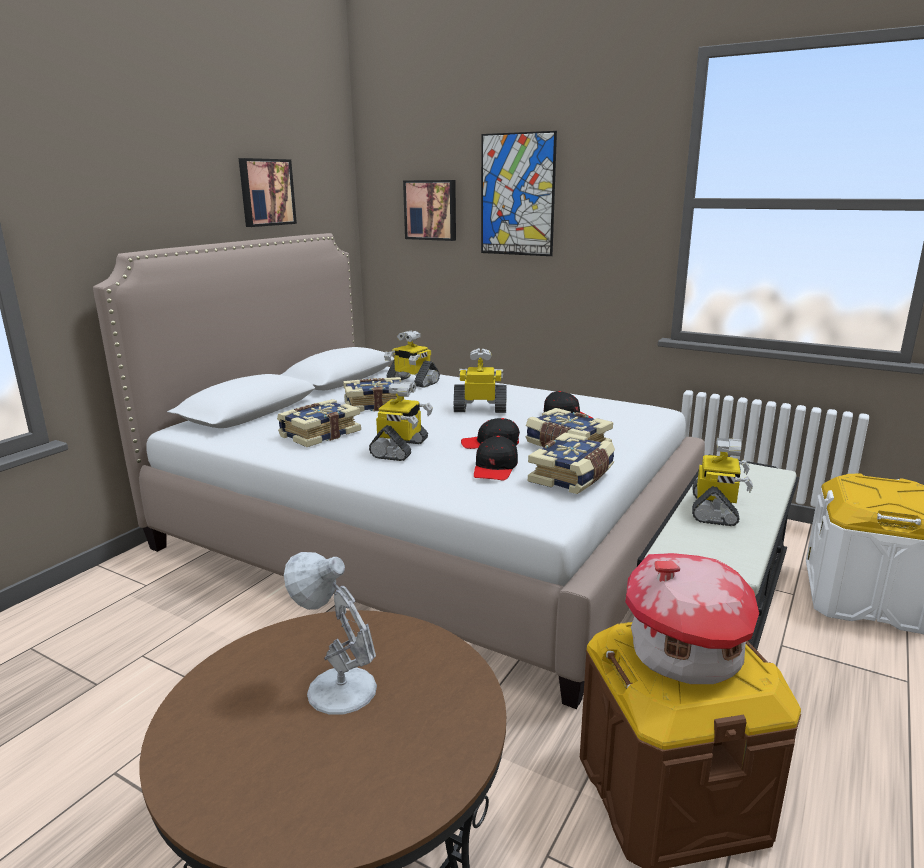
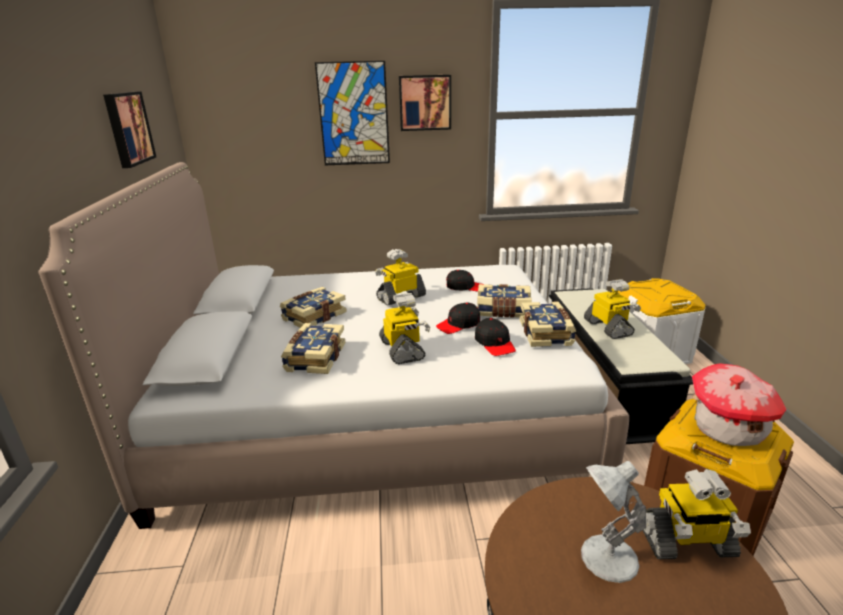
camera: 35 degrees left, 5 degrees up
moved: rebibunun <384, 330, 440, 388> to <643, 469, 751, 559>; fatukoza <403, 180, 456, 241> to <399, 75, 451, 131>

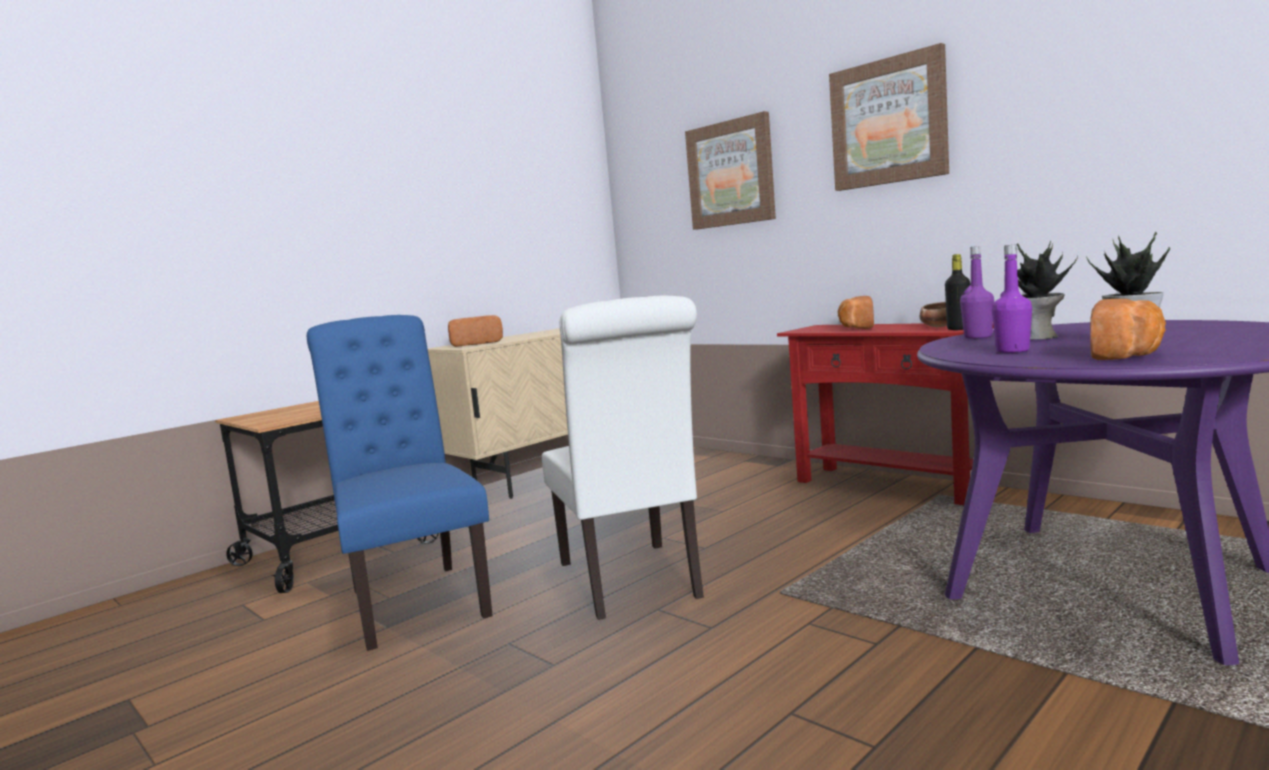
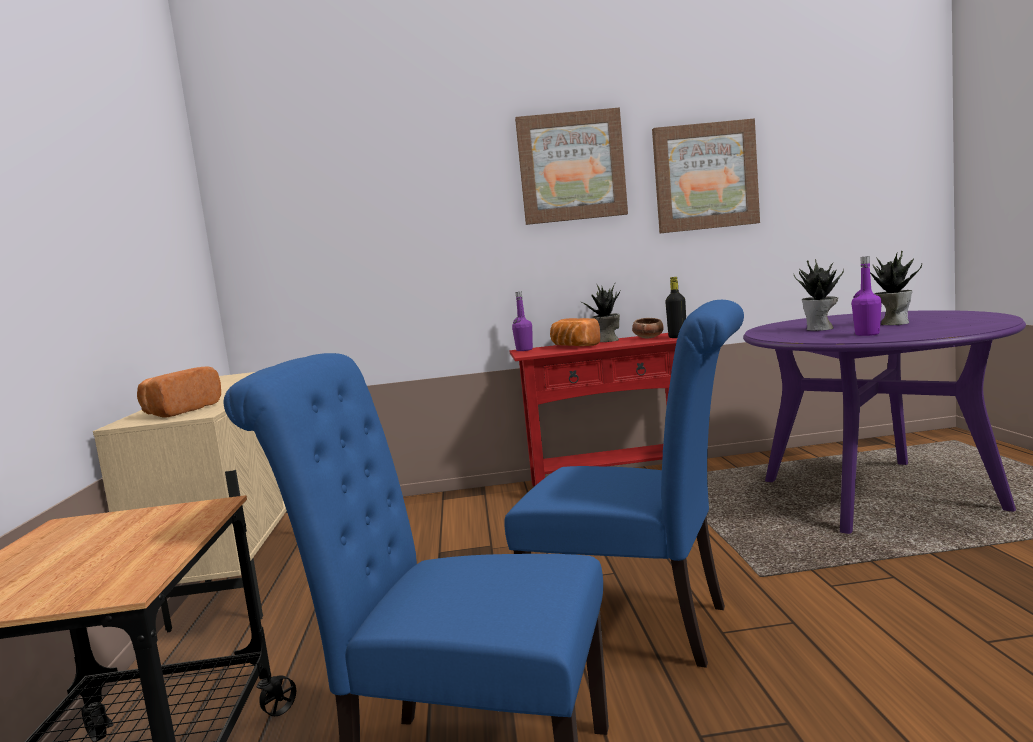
camera: 50 degrees left, 0 degrees up
removed: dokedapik <1090, 299, 1166, 360>
added: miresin <580, 284, 620, 342>
moved: fatukoza <685, 111, 776, 230> to <652, 118, 760, 233>; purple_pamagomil <960, 246, 994, 339> to <512, 292, 533, 351>
recoloured: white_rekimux <542, 296, 704, 620> to blue_rekimux <504, 300, 744, 668>

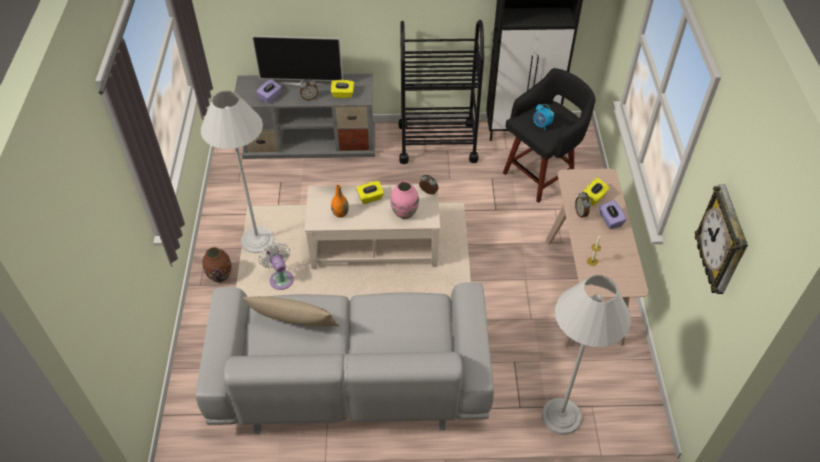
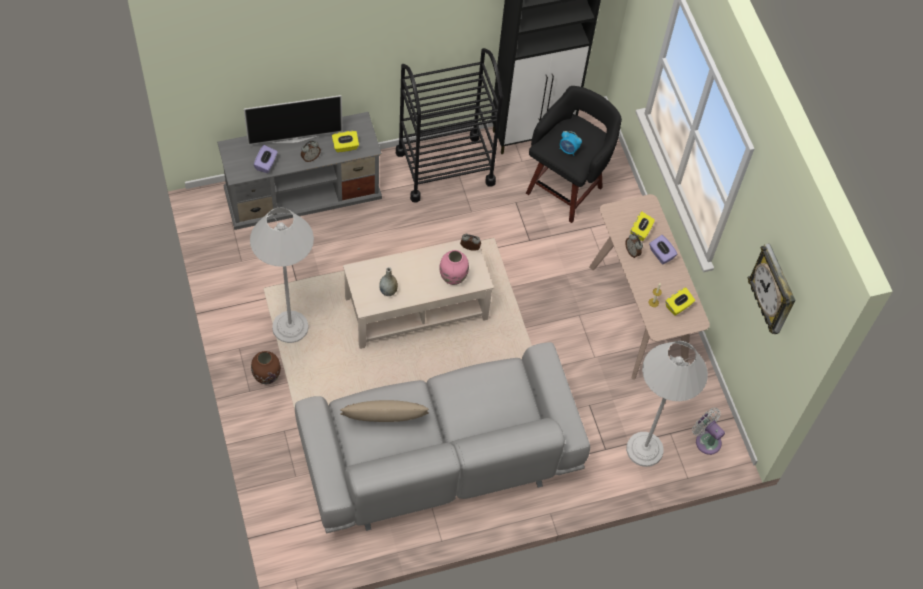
camera: 20 degrees left, 10 degrees up
moved: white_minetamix <258, 242, 294, 290> to <692, 408, 725, 455>; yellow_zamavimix <356, 181, 384, 204> to <666, 287, 695, 316>
recoloured: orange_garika <331, 184, 349, 218> to grey_garika <379, 267, 398, 296>

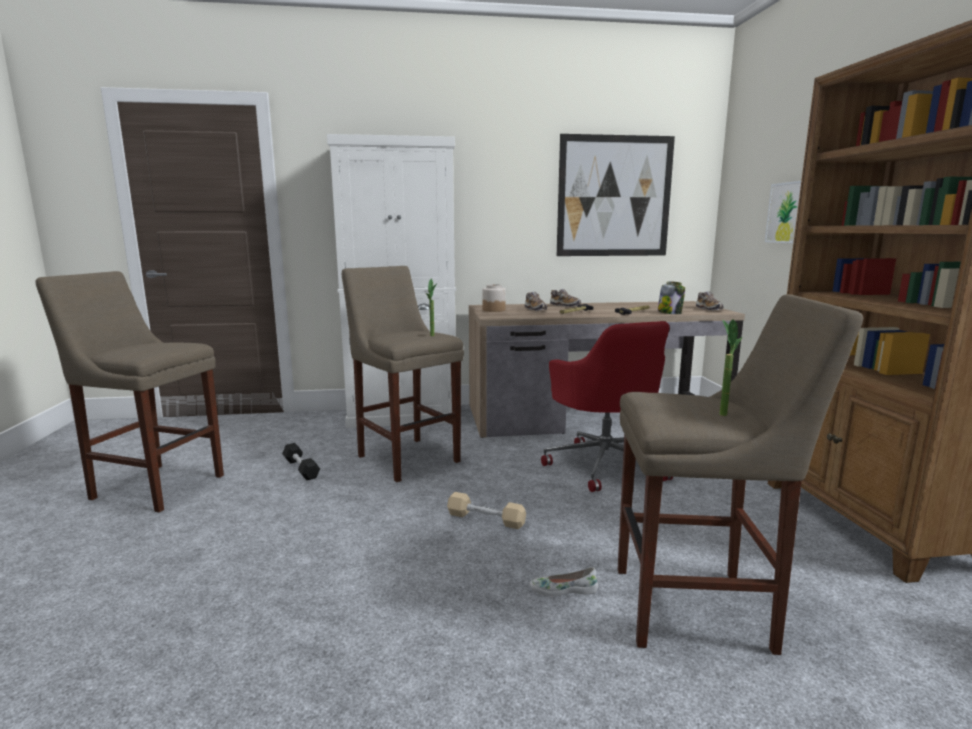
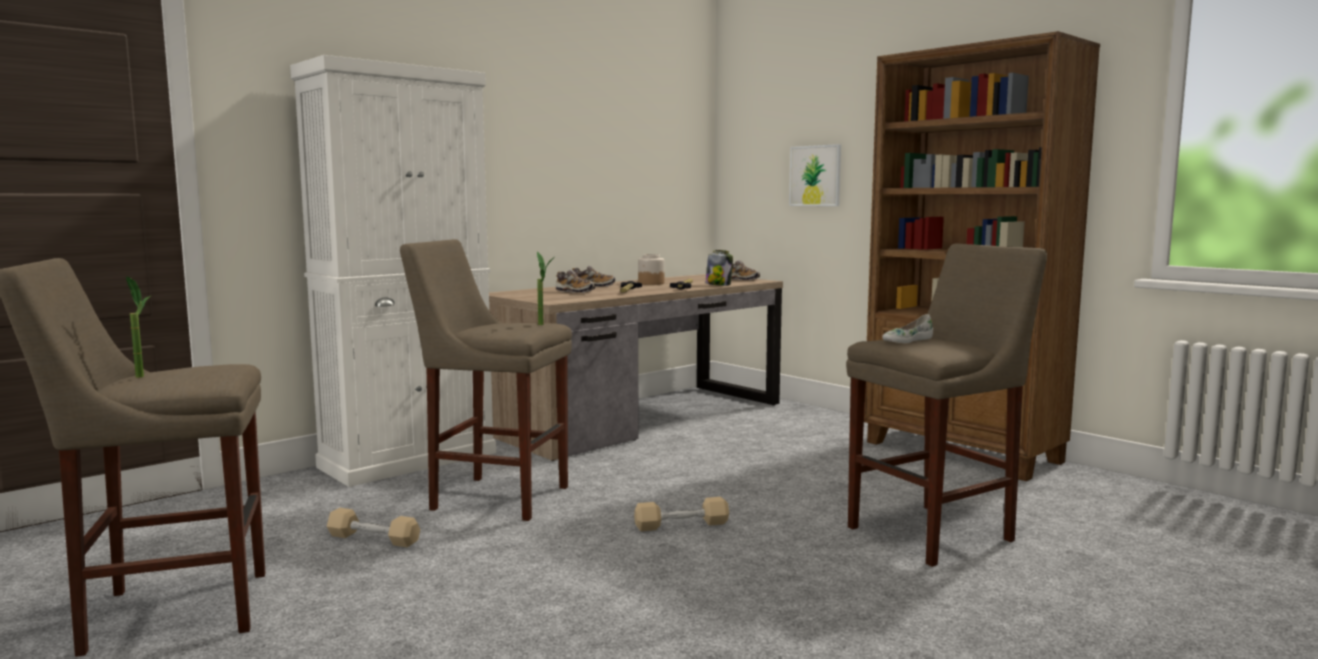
camera: 35 degrees left, 5 degrees down
removed: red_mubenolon <541, 321, 673, 492>; fatukoza <557, 134, 675, 256>
moved: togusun <482, 284, 506, 312> to <638, 254, 665, 285>; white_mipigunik <530, 567, 598, 596> to <882, 314, 933, 343>; miresin <720, 319, 742, 416> to <126, 276, 151, 378>
recoloured: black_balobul <282, 443, 320, 480> to beige_balobul <327, 508, 420, 547>

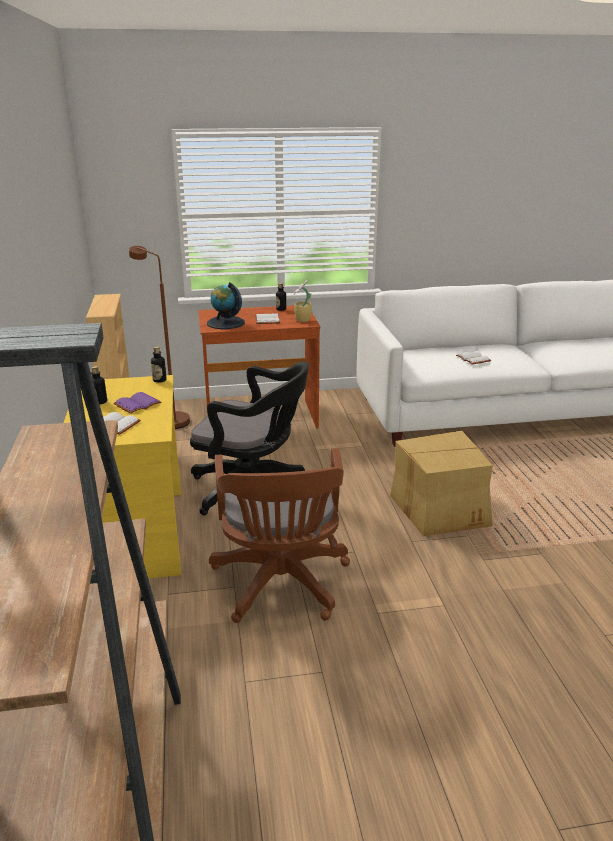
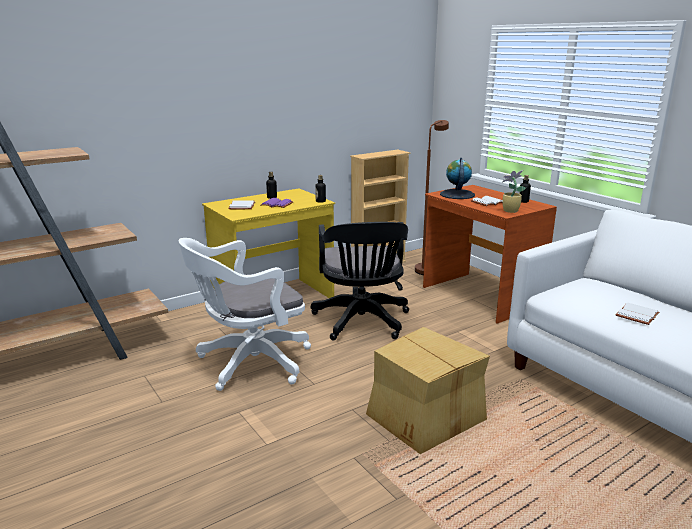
camera: 65 degrees right, 5 degrees down
recoloured: brown_mubenolon <209, 448, 350, 623> to white_mubenolon <178, 238, 311, 391>

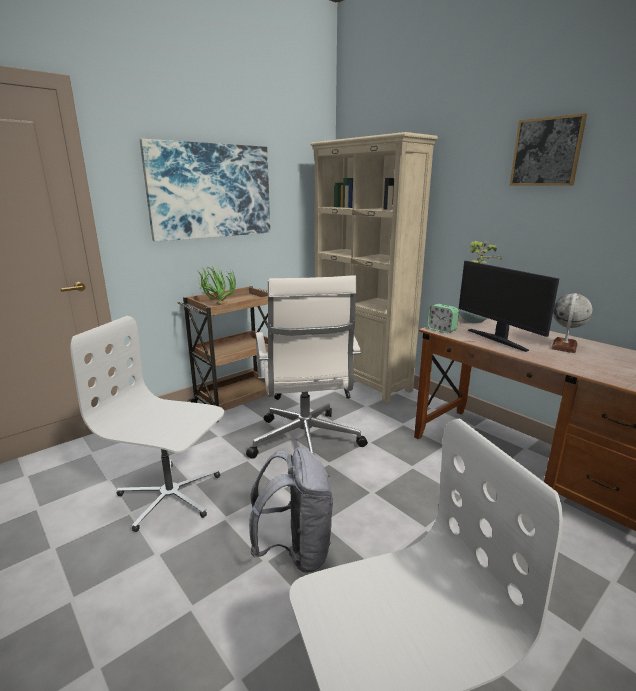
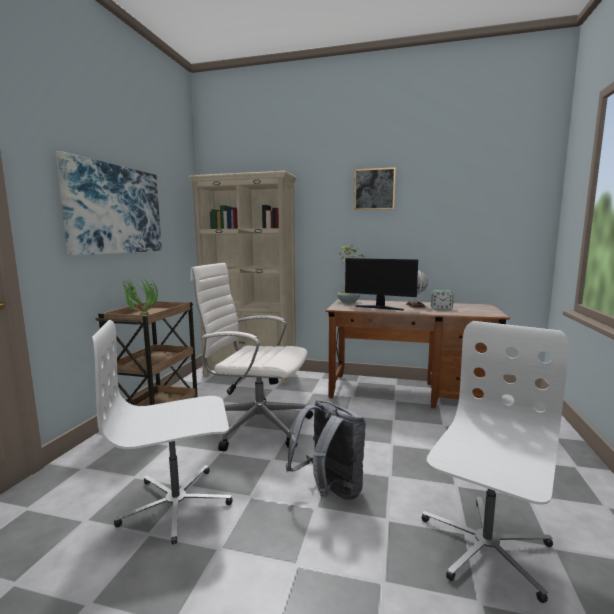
camera: 35 degrees left, 10 degrees down
moved: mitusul <427, 304, 459, 333> to <431, 290, 454, 310>
turned: white_mubenolon <246, 276, 368, 459> = <190, 263, 313, 451> 150 degrees clockwise

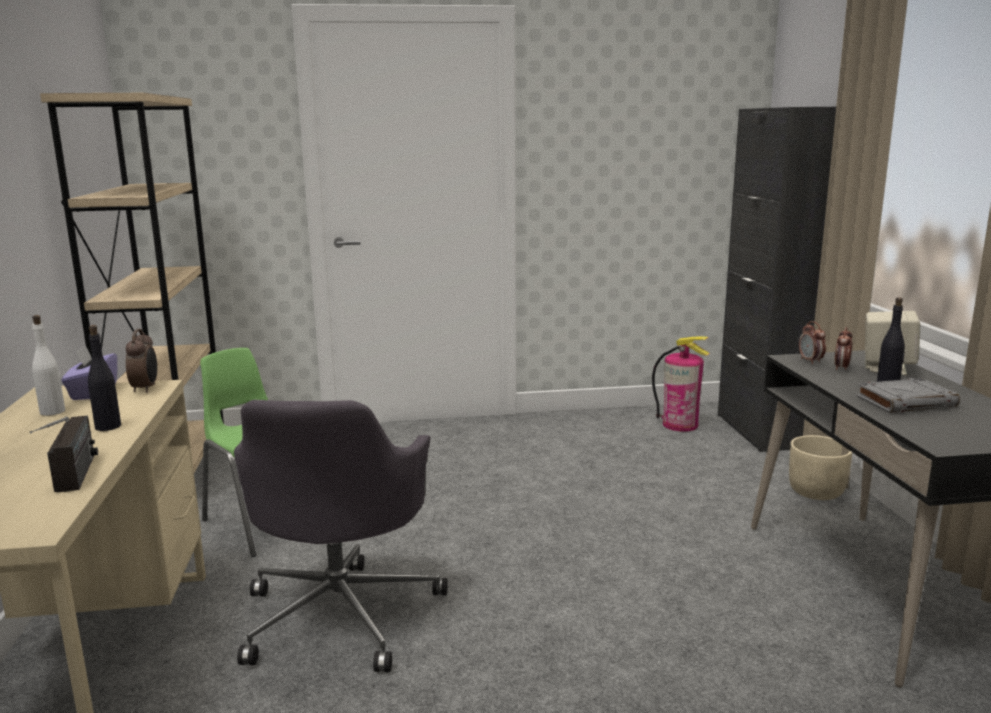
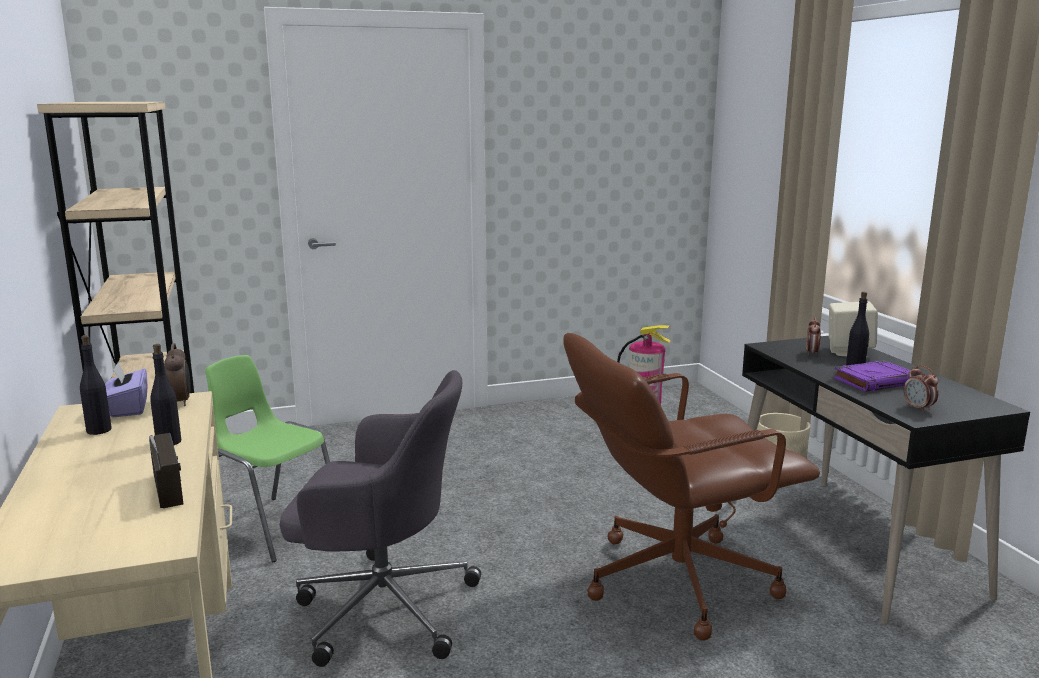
camera: 10 degrees left, 0 degrees up
removed: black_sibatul <718, 107, 836, 452>
added: brown_mubenolon <563, 333, 820, 641>
moved: mitusul <799, 321, 826, 364> to <904, 365, 939, 412>
recoloured: white_pamagomil <32, 315, 65, 416> to black_pamagomil <80, 335, 112, 435>; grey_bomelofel <856, 378, 960, 413> to purple_bomelofel <833, 360, 911, 392>
turned: grey_mubenolon <234, 400, 448, 672> = <280, 370, 481, 667> 75 degrees counterclockwise

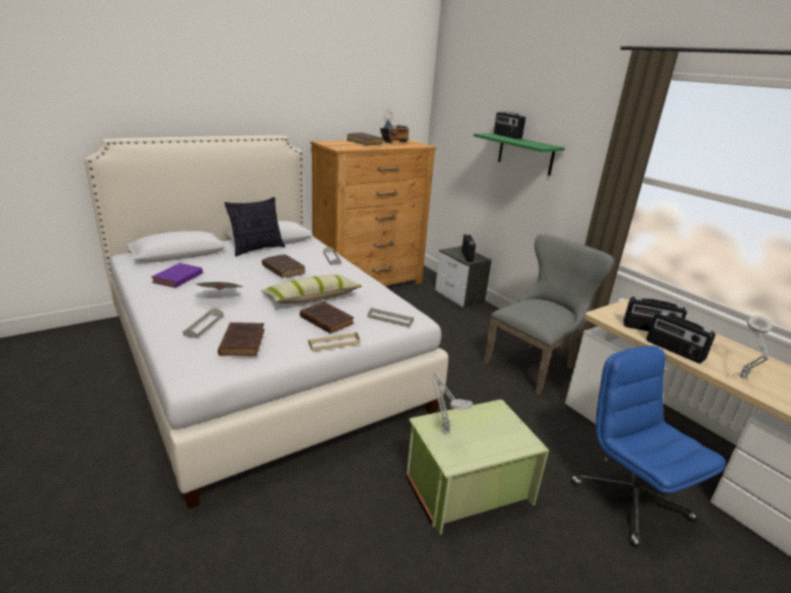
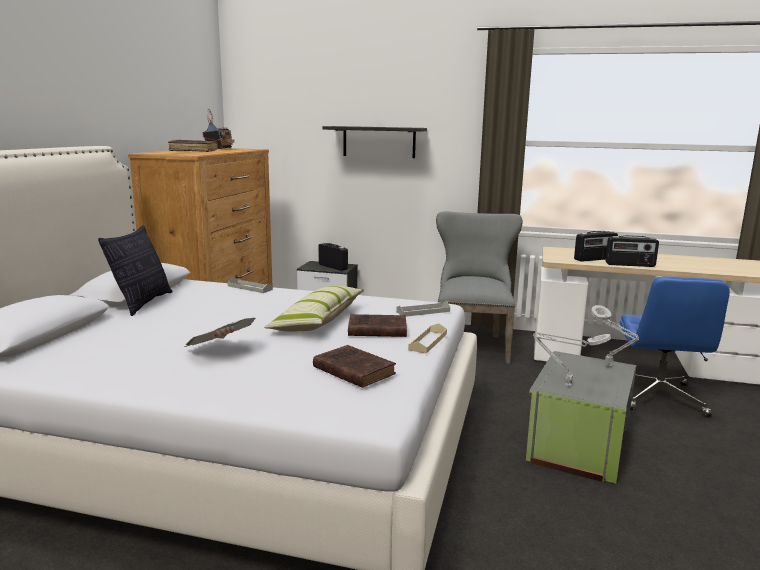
camera: 40 degrees left, 10 degrees down
removed: purple_bomelofel <151, 263, 203, 288>; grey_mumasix <183, 308, 223, 338>; brown_bomelofel <262, 254, 305, 278>; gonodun <494, 112, 526, 139>
moved: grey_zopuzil <740, 316, 772, 379> to <591, 305, 639, 367>
recoloured: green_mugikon <406, 399, 549, 535> to grey_mugikon <526, 351, 637, 484>; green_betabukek <473, 133, 565, 176> to black_betabukek <322, 126, 427, 158>
turned: blue_mubenolon <571, 345, 725, 547> = <620, 276, 730, 417> 105 degrees counterclockwise

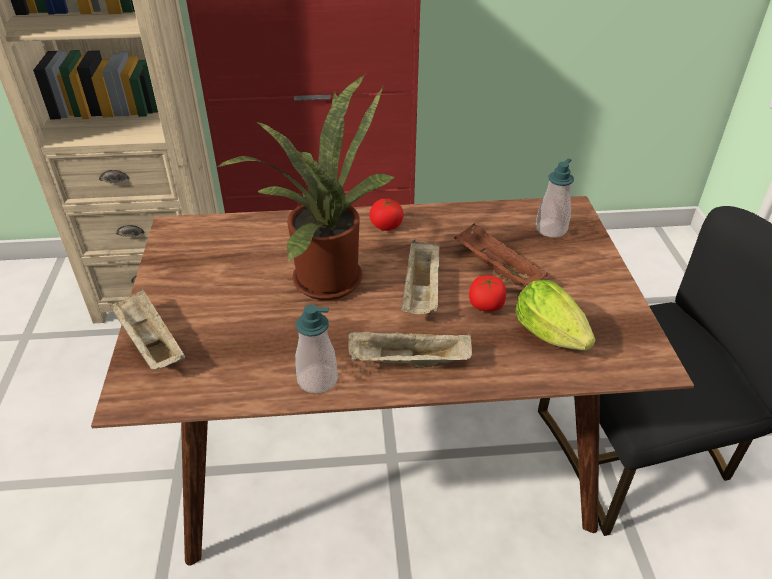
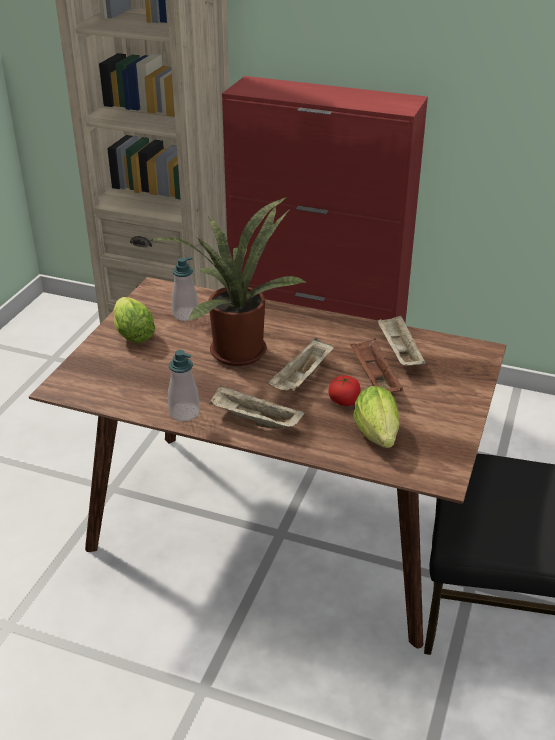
camera: 25 degrees right, 5 degrees down
removed: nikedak <370, 198, 404, 231>
added: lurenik <113, 297, 155, 343>
moved: beige_mumasix <109, 289, 185, 370> to <377, 315, 425, 366>; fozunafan <536, 158, 574, 238> to <172, 257, 199, 321>

